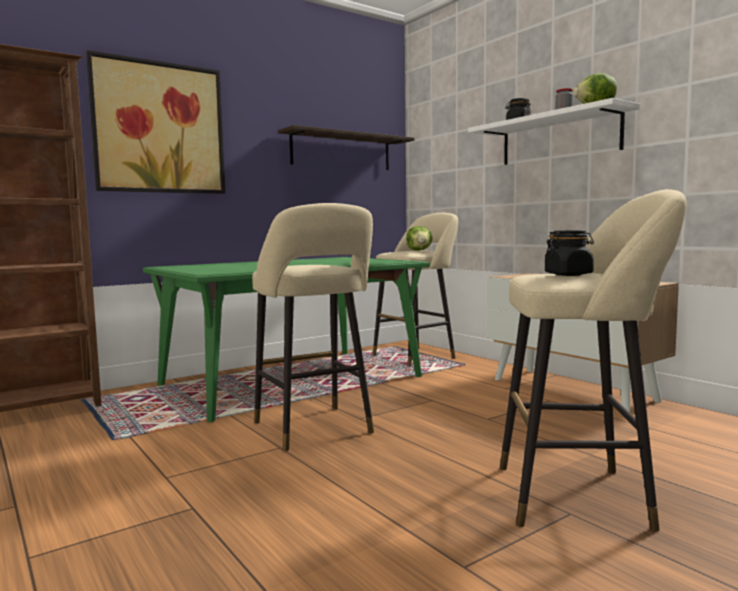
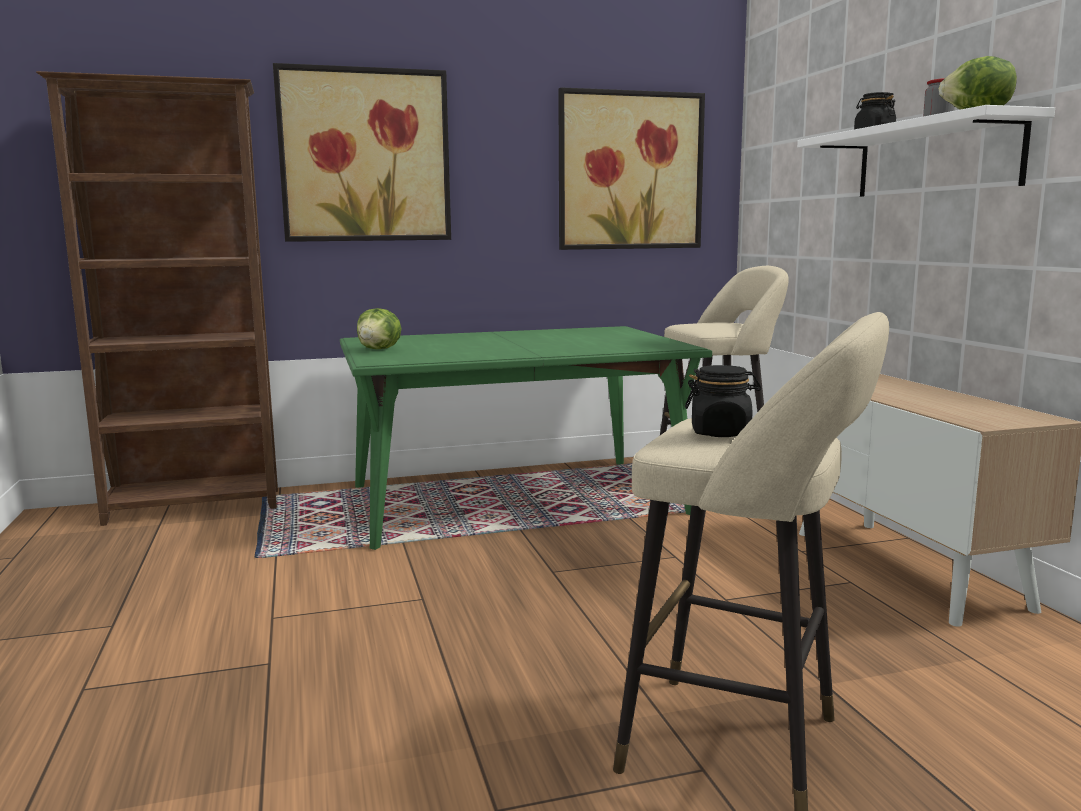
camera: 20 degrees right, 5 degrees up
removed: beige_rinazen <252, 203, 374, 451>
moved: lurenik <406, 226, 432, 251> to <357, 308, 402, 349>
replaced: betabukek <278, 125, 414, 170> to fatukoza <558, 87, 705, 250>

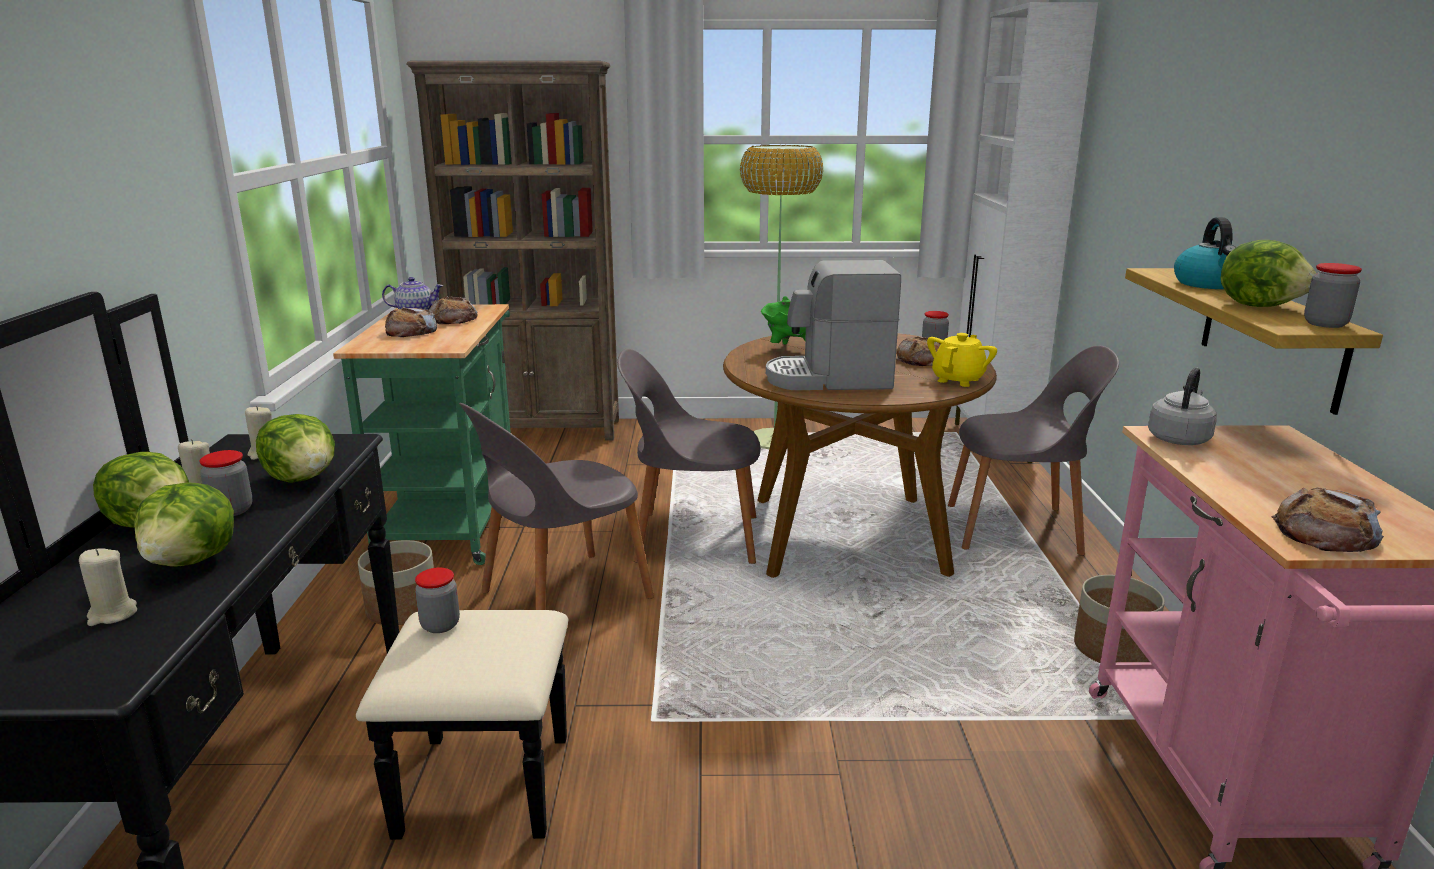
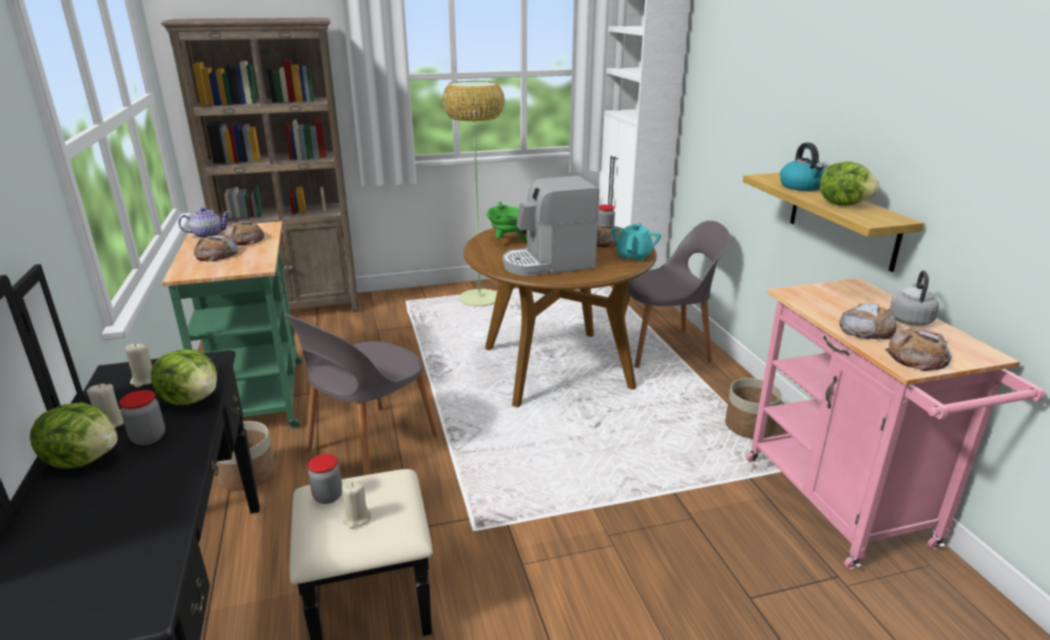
camera: 15 degrees left, 5 degrees up
removed: lurenik <134, 483, 234, 567>; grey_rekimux <617, 349, 761, 564>; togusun <1304, 263, 1362, 328>
added: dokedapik <840, 303, 897, 339>
moved: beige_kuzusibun <79, 548, 137, 626> to <342, 481, 371, 529>; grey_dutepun <1148, 367, 1217, 445> to <889, 271, 939, 326>
recoloured: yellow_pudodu <927, 333, 997, 387> to turquoise_pudodu <611, 223, 661, 262>

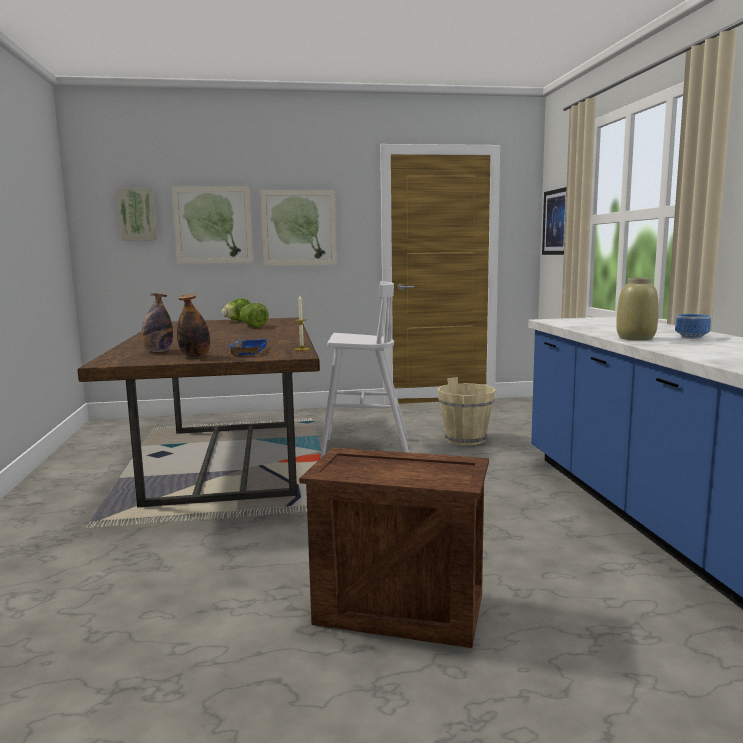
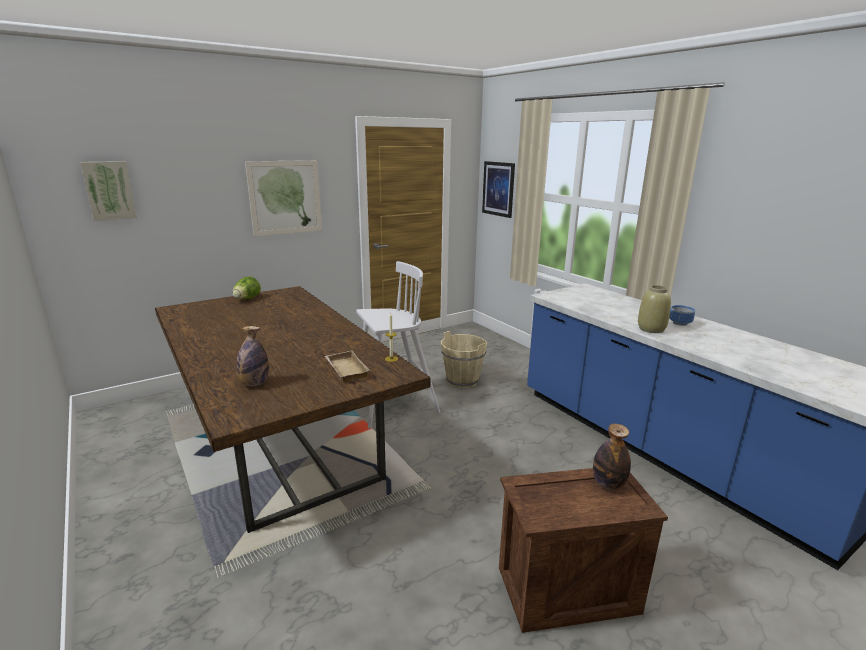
camera: 25 degrees left, 10 degrees up
removed: fatukoza <172, 186, 253, 264>; lurenik <240, 303, 268, 327>
moved: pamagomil <177, 294, 210, 358> to <593, 424, 631, 490>
recoloured: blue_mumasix <227, 339, 268, 355> to beige_mumasix <325, 350, 370, 382>

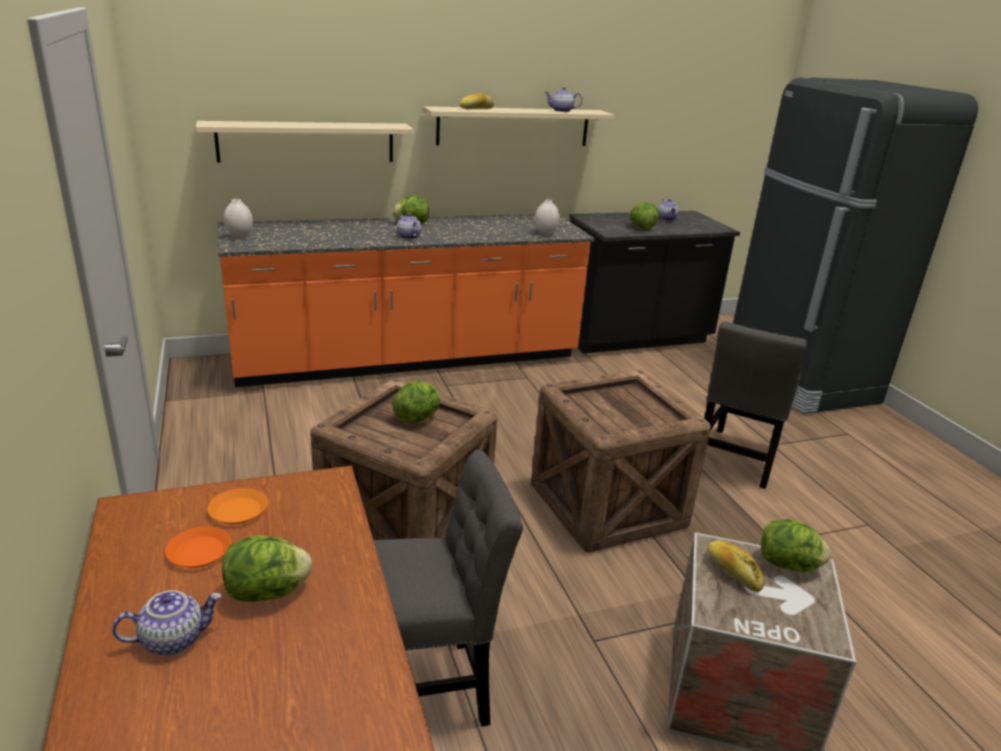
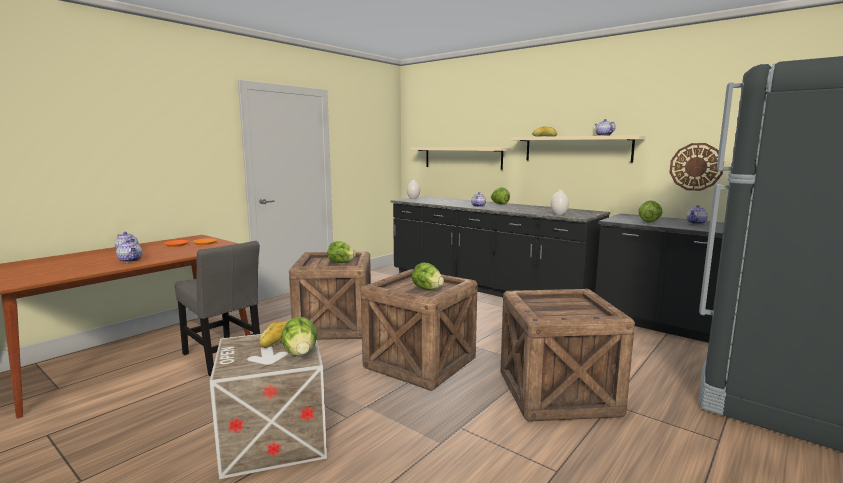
camera: 60 degrees right, 15 degrees down
added: pudodu <116, 239, 142, 262>; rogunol <669, 143, 724, 191>
moved: lurenik <222, 535, 312, 602> to <412, 262, 444, 290>
replaced: grey_rekimux <704, 321, 808, 489> to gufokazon <500, 289, 635, 422>
recoloured: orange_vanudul <218, 214, 595, 387> to black_vanudul <390, 196, 610, 297>

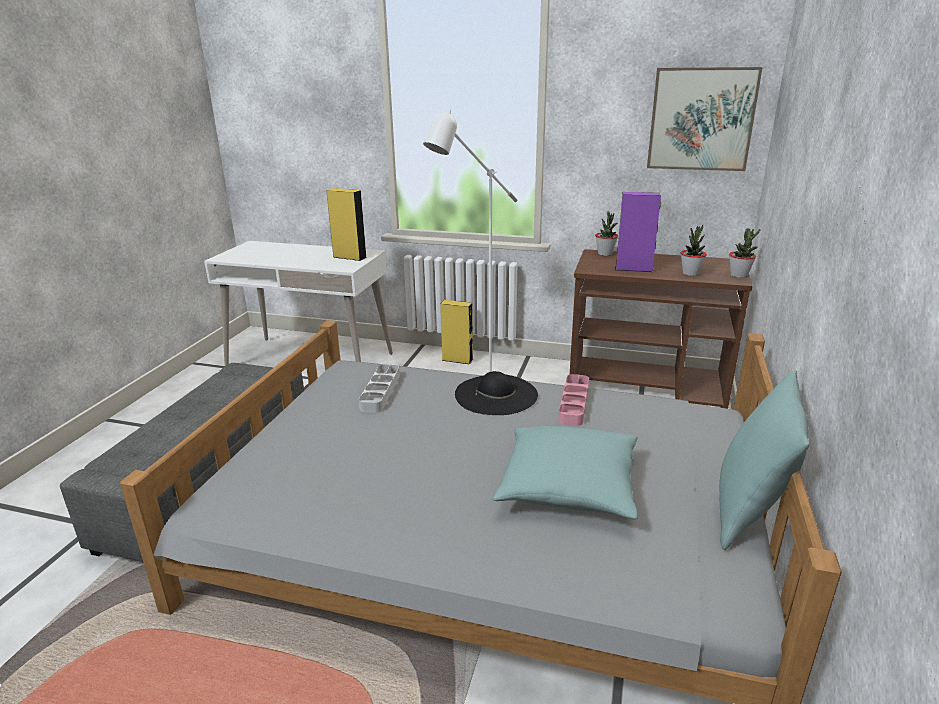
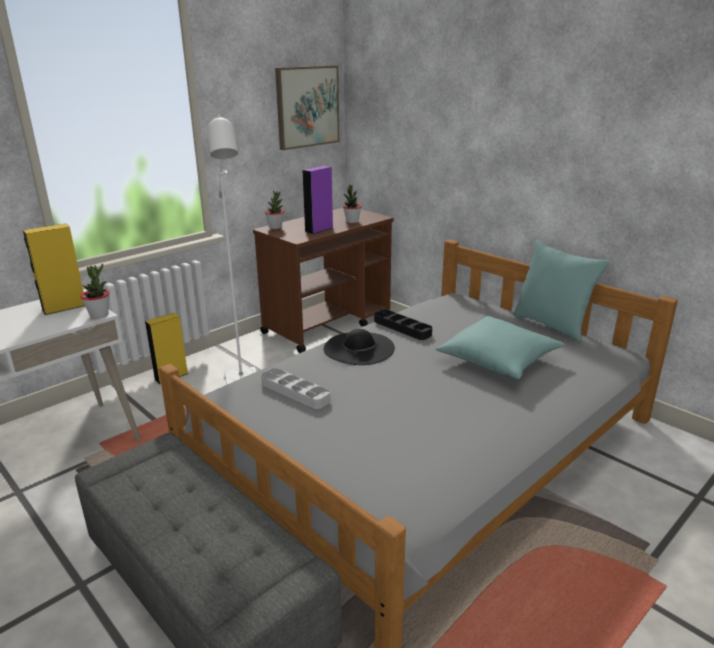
camera: 60 degrees left, 0 degrees up
moved: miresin <729, 228, 760, 278> to <80, 263, 110, 319>
recoloured: pink_mumasix <558, 374, 589, 426> to black_mumasix <374, 309, 432, 340>

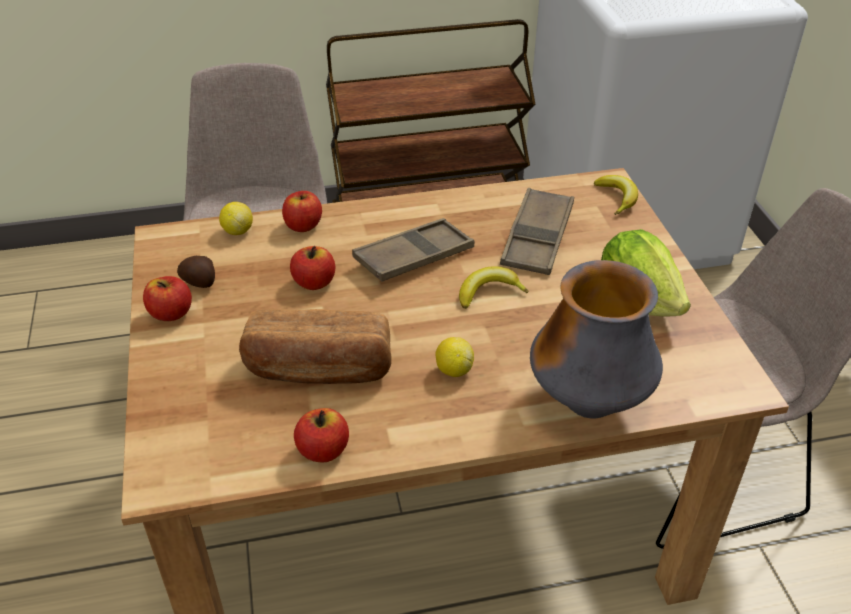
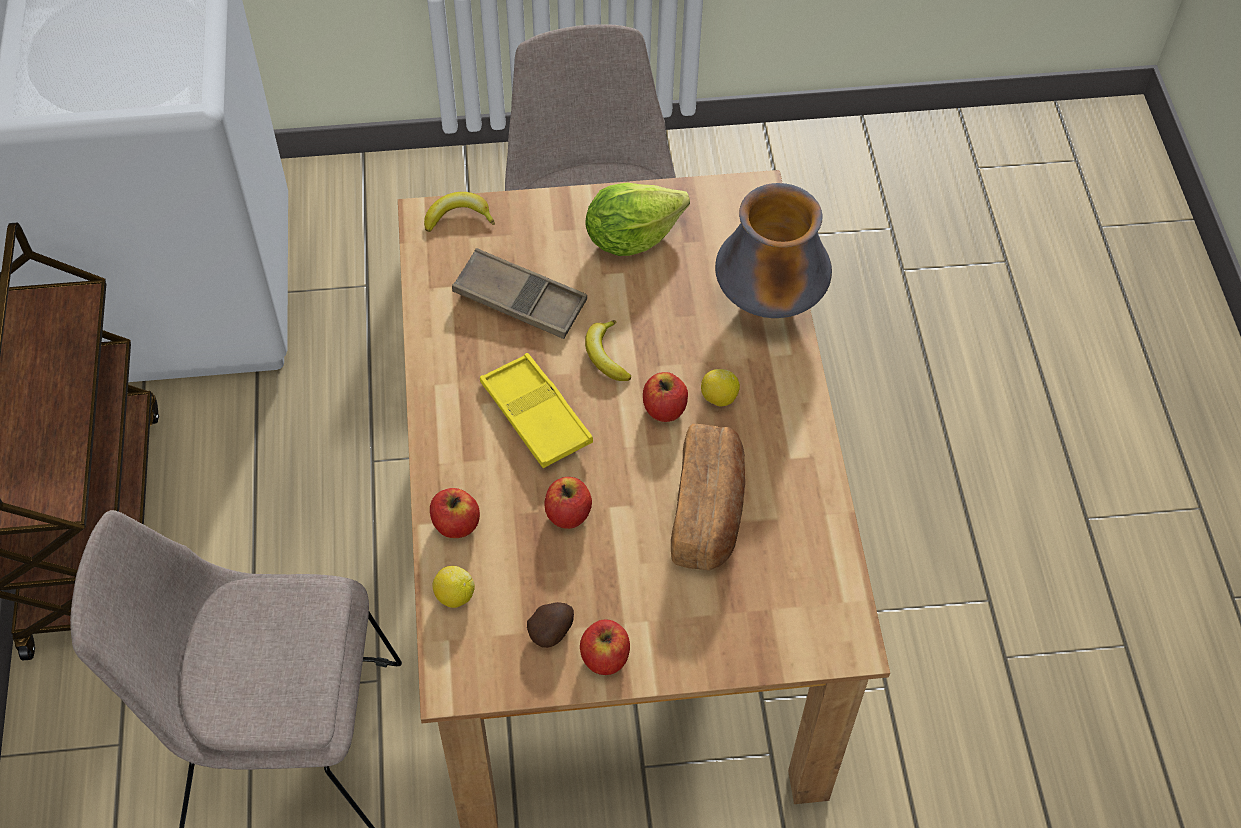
camera: 85 degrees left, 15 degrees up
moved: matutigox <294, 408, 349, 462> to <643, 372, 688, 422>
recoloured: brown_mumasix <352, 218, 474, 281> to yellow_mumasix <480, 353, 593, 468>

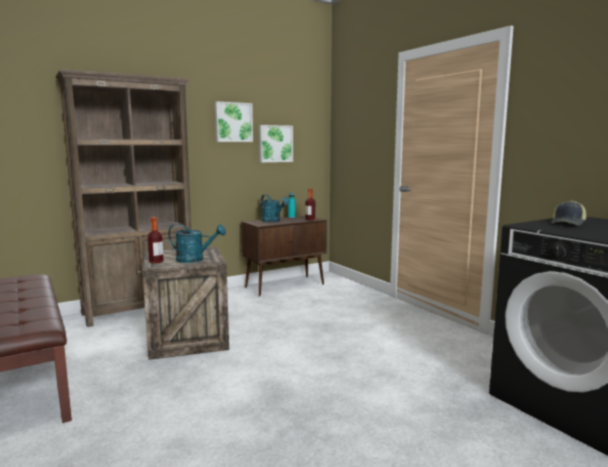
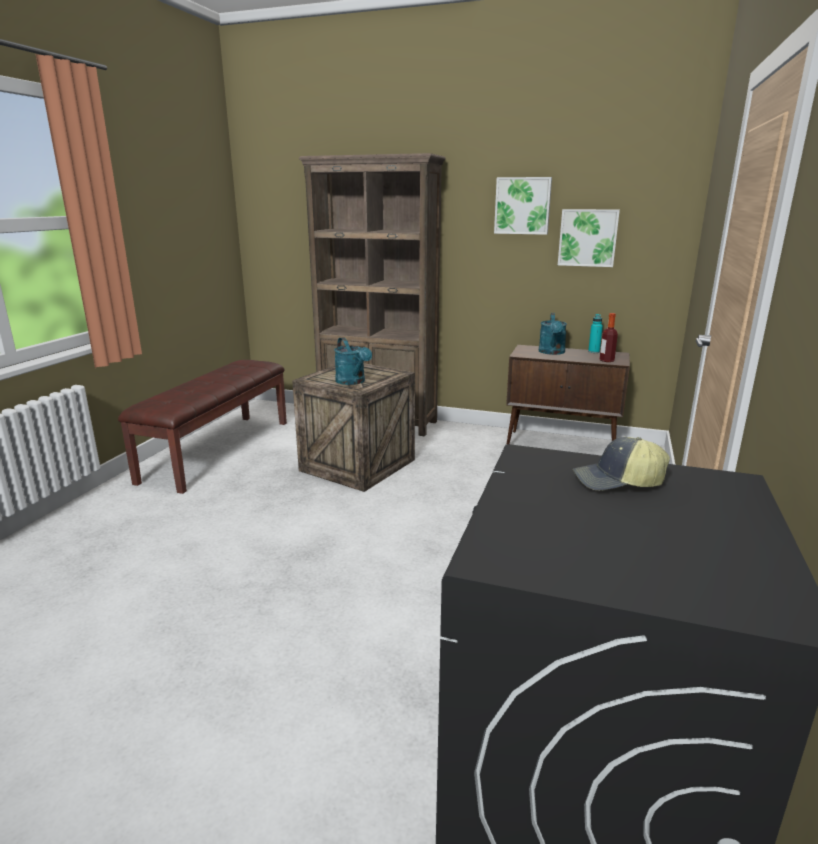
camera: 50 degrees right, 10 degrees up
removed: pamagomil <148, 217, 164, 264>

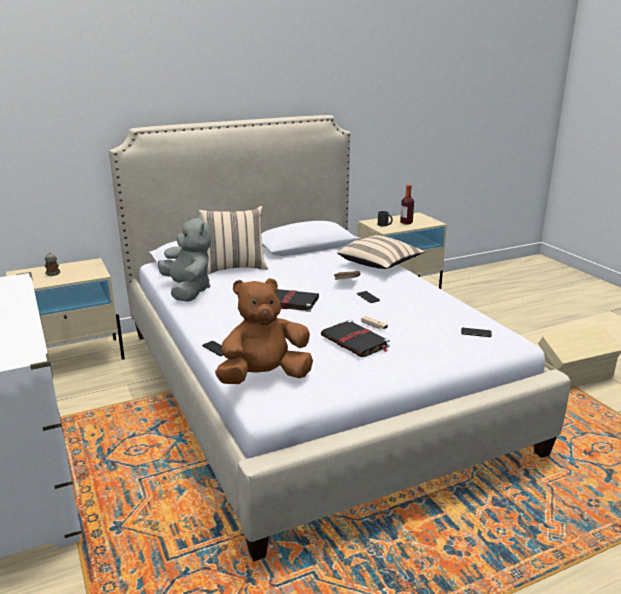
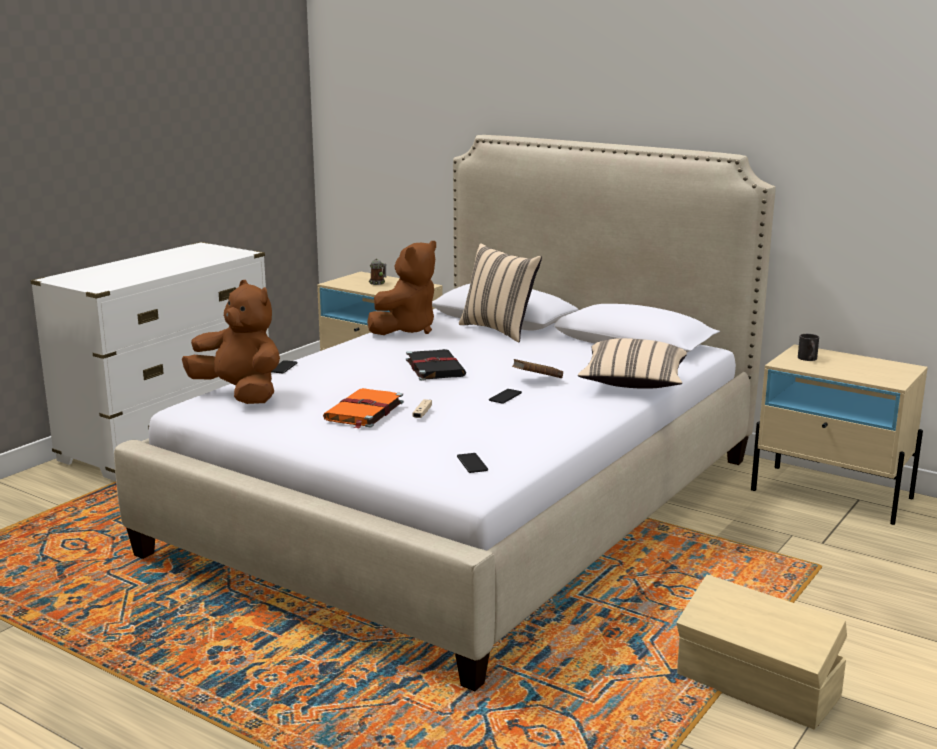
camera: 60 degrees right, 5 degrees down
removed: pamagomil <400, 185, 414, 225>
recoloured: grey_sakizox <158, 215, 211, 302> to brown_sakizox <367, 241, 436, 335>; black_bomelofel <321, 320, 390, 357> to orange_bomelofel <323, 388, 404, 429>

